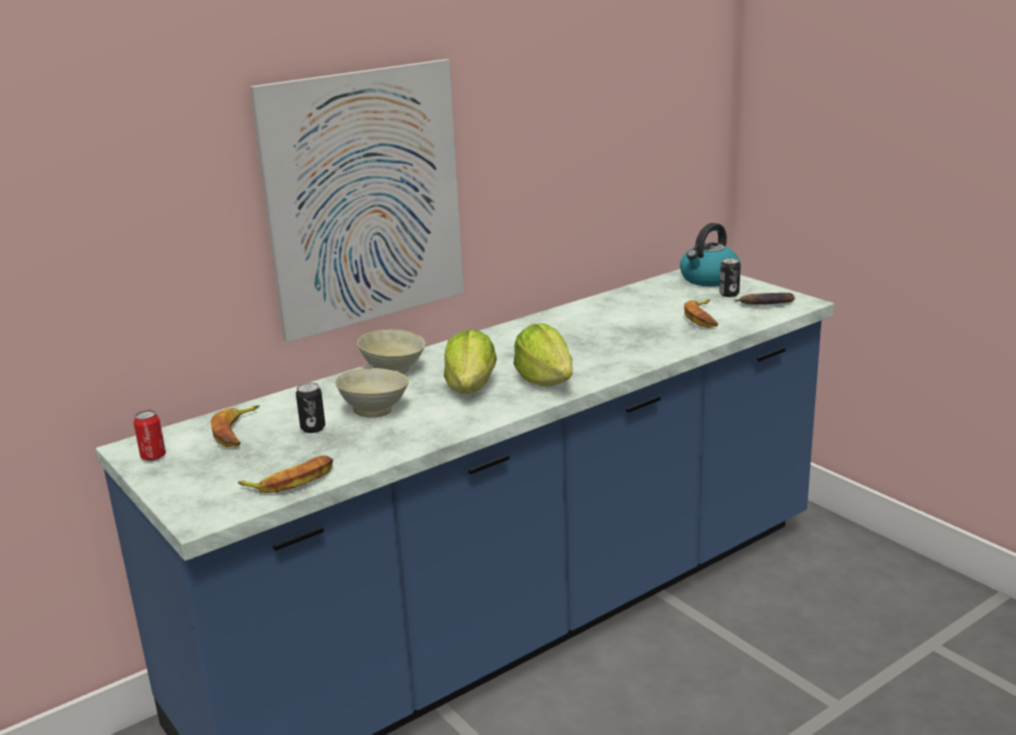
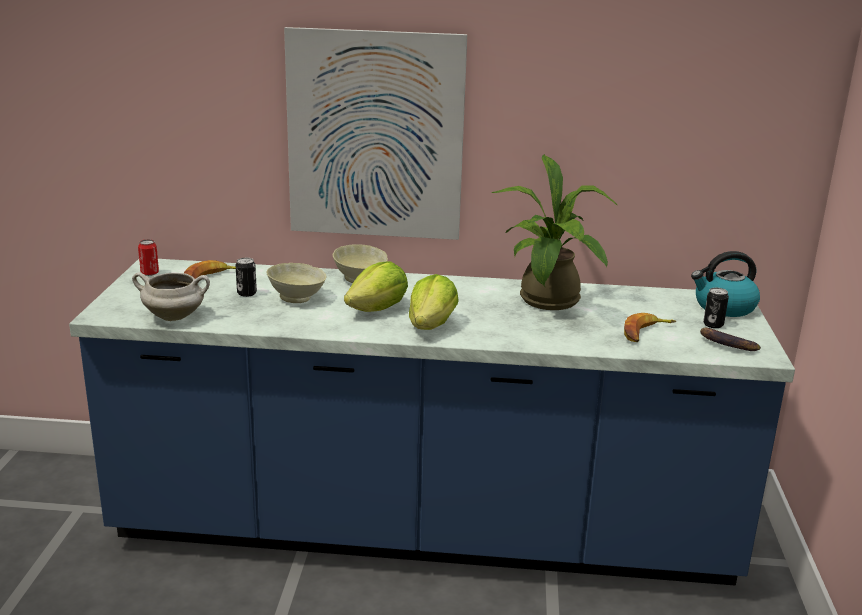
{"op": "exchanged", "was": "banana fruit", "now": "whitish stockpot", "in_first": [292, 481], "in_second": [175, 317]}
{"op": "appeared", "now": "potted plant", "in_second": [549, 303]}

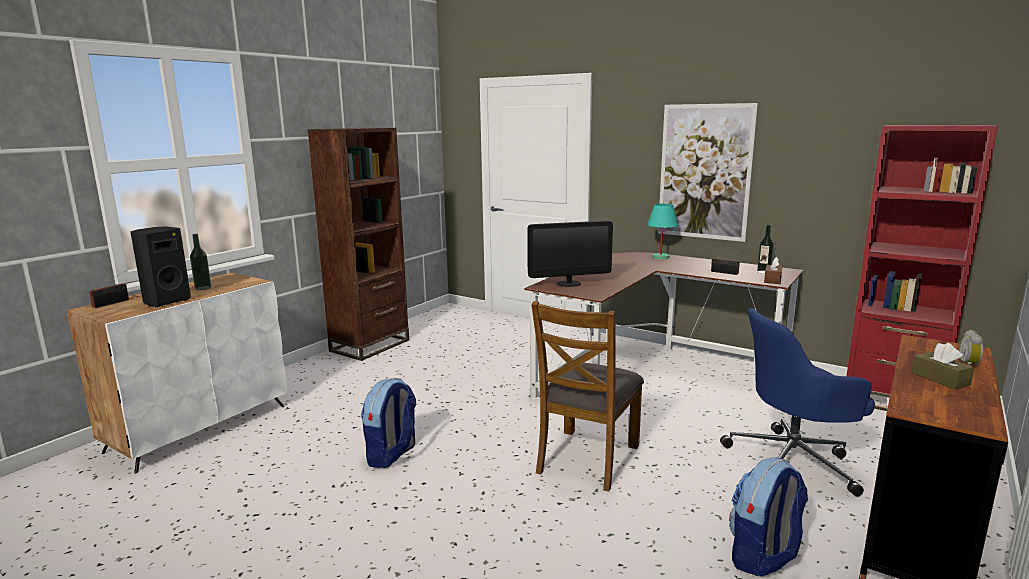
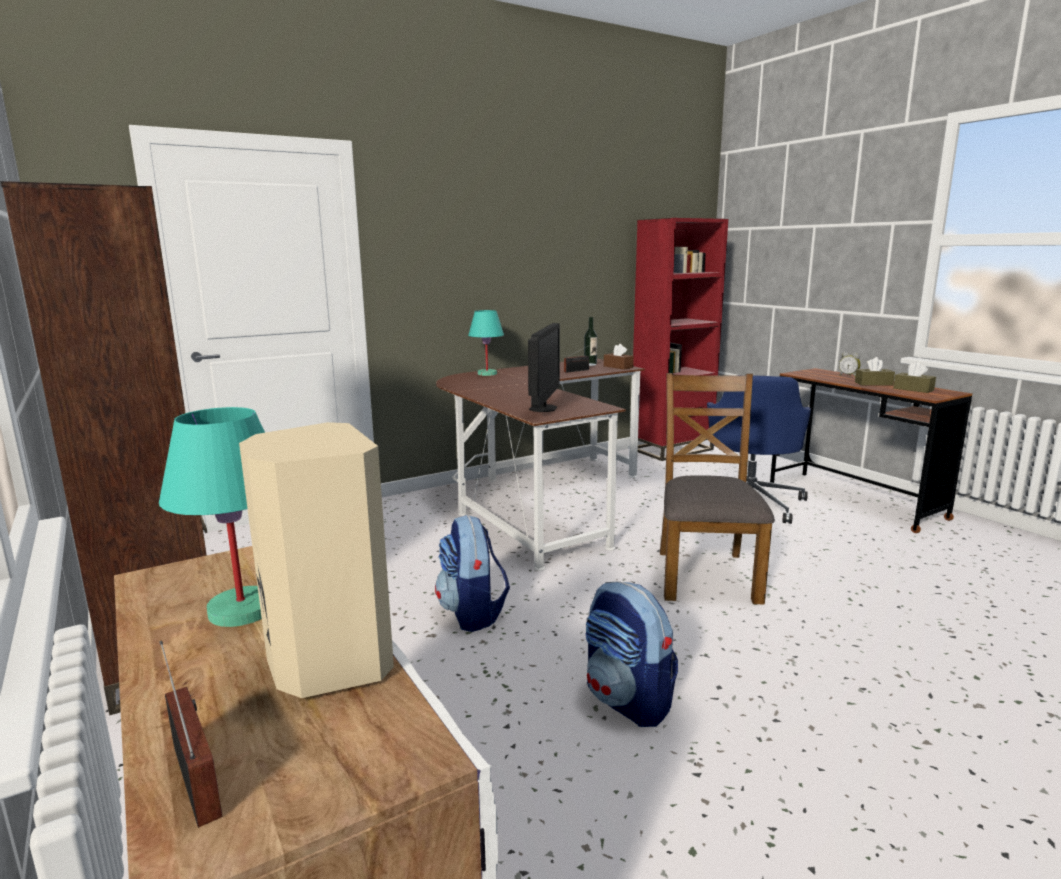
{"op": "missing", "was": "picture", "in_first": [705, 172]}
{"op": "colour", "was": "blackish audio speaker", "now": "beige-coloured audio speaker", "in_first": [166, 301], "in_second": [327, 663]}
{"op": "exchanged", "was": "drink bottle", "now": "turquoise tabletop lamp", "in_first": [203, 288], "in_second": [243, 610]}
{"op": "spun", "was": "brownish plain chair", "in_first": [587, 458], "in_second": [705, 575], "clockwise": -135}
{"op": "relocated", "was": "backpack", "in_first": [763, 557], "in_second": [472, 613]}
{"op": "appeared", "now": "brownish tissue box", "in_second": [913, 389]}

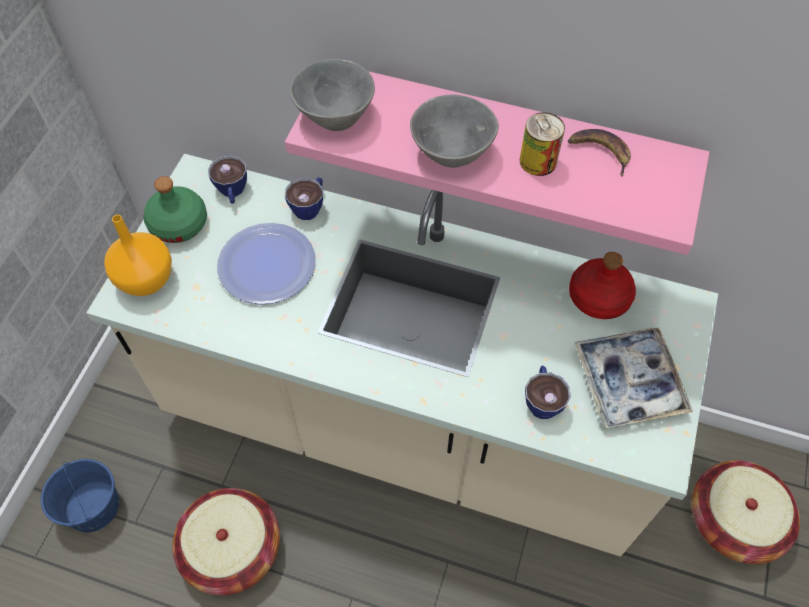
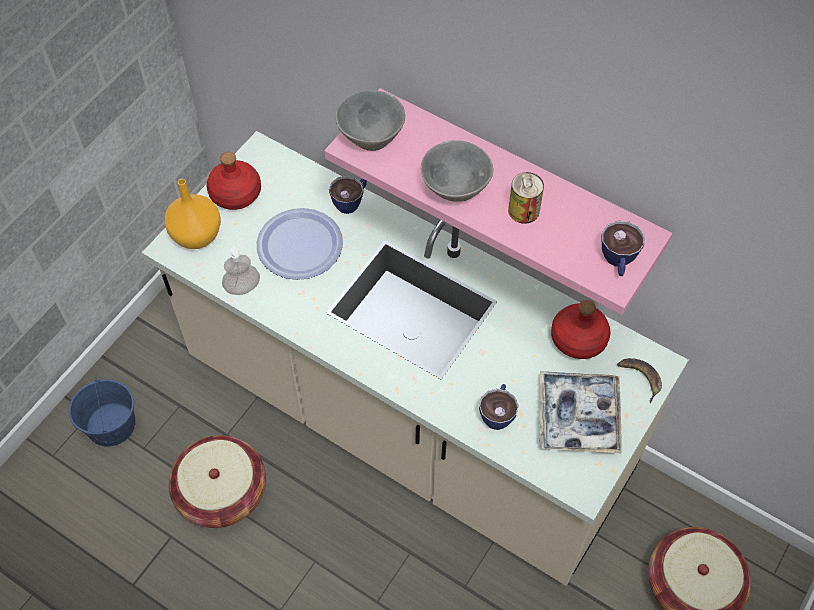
{"op": "relocated", "was": "banana fruit", "in_first": [599, 152], "in_second": [640, 378]}
{"op": "relocated", "was": "cup", "in_first": [232, 193], "in_second": [618, 262]}
{"op": "colour", "was": "green drink bottle", "now": "red-coloured drink bottle", "in_first": [179, 223], "in_second": [236, 193]}
{"op": "appeared", "now": "soap bottle", "in_second": [242, 287]}

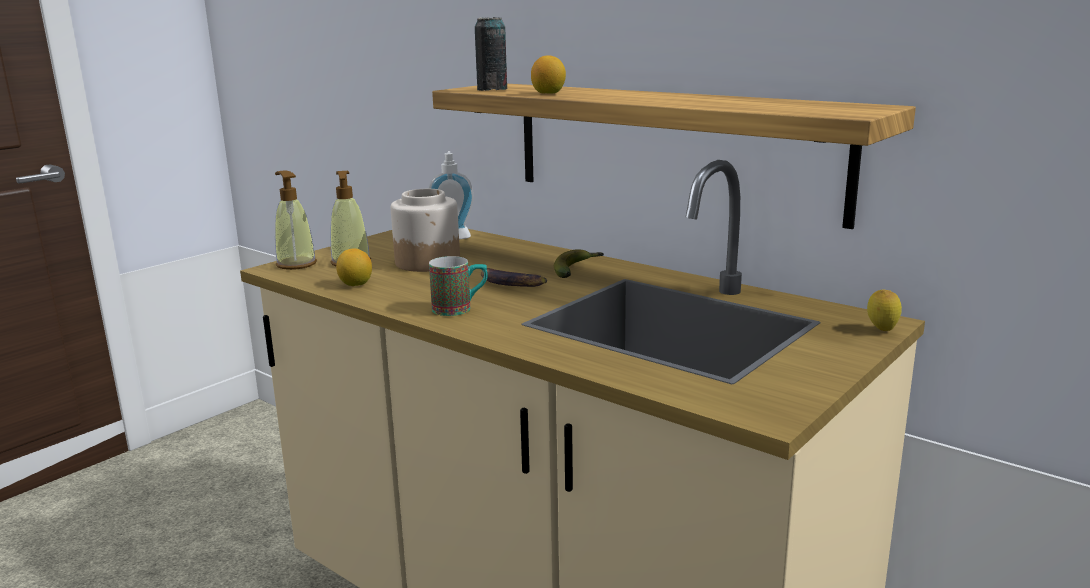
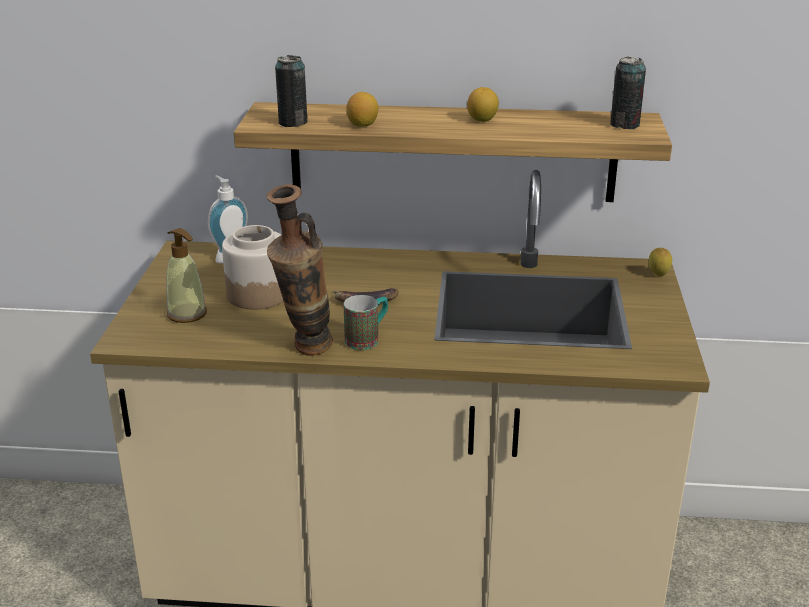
{"op": "missing", "was": "soap bottle", "in_first": [296, 264]}
{"op": "relocated", "was": "whole lemon", "in_first": [356, 284], "in_second": [482, 120]}
{"op": "missing", "was": "banana fruit", "in_first": [577, 270]}
{"op": "appeared", "now": "can", "in_second": [624, 125]}
{"op": "appeared", "now": "decorative vase", "in_second": [304, 352]}

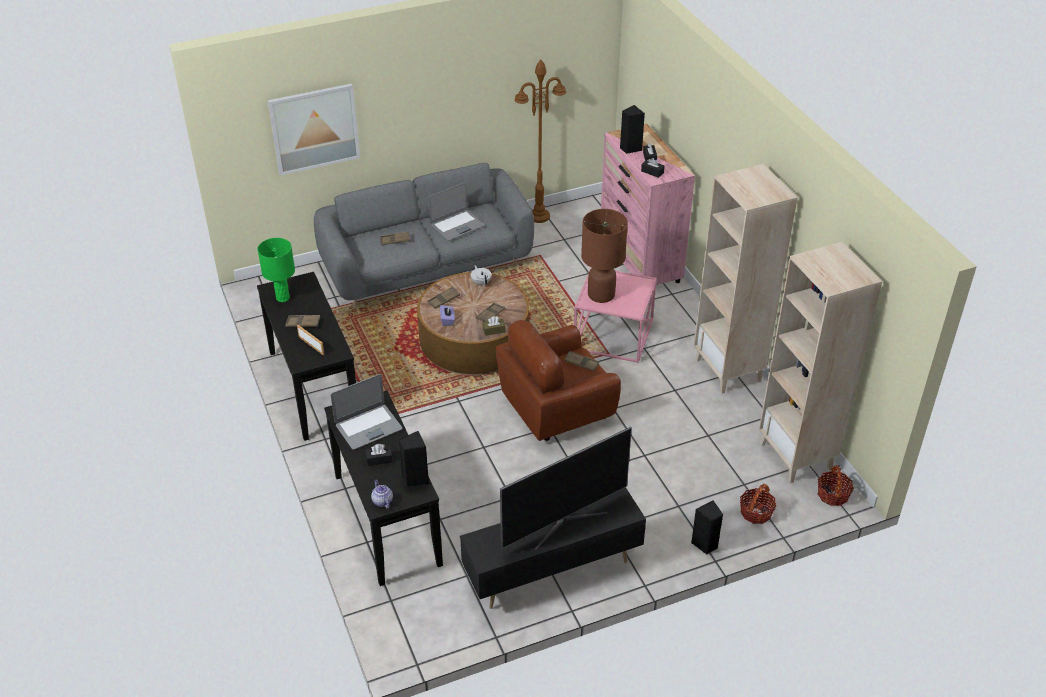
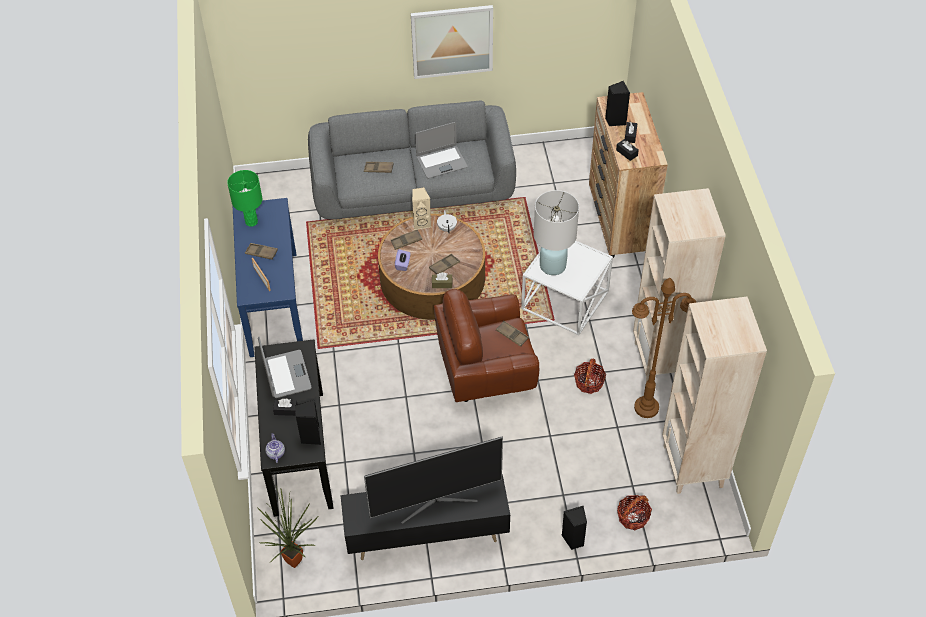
{"op": "relocated", "was": "brownish standard lamp", "in_first": [539, 216], "in_second": [646, 407]}
{"op": "relocated", "was": "picture", "in_first": [314, 128], "in_second": [452, 41]}
{"op": "colour", "was": "pink chest of drawers", "now": "brownish chest of drawers", "in_first": [640, 261], "in_second": [619, 222]}
{"op": "colour", "was": "brownish tabletop lamp", "now": "whitish tabletop lamp", "in_first": [601, 295], "in_second": [553, 266]}
{"op": "colour", "was": "pink side table", "now": "whitish side table", "in_first": [614, 335], "in_second": [565, 300]}
{"op": "colour", "was": "blackish console table", "now": "blue-coloured console table", "in_first": [313, 387], "in_second": [273, 303]}
{"op": "spun", "was": "portable computer", "in_first": [368, 427], "in_second": [286, 375], "clockwise": -90}
{"op": "relocated", "was": "household basket", "in_first": [832, 495], "in_second": [589, 382]}
{"op": "appeared", "now": "beige-coloured audio speaker", "in_second": [421, 223]}
{"op": "appeared", "now": "potted plant", "in_second": [296, 559]}

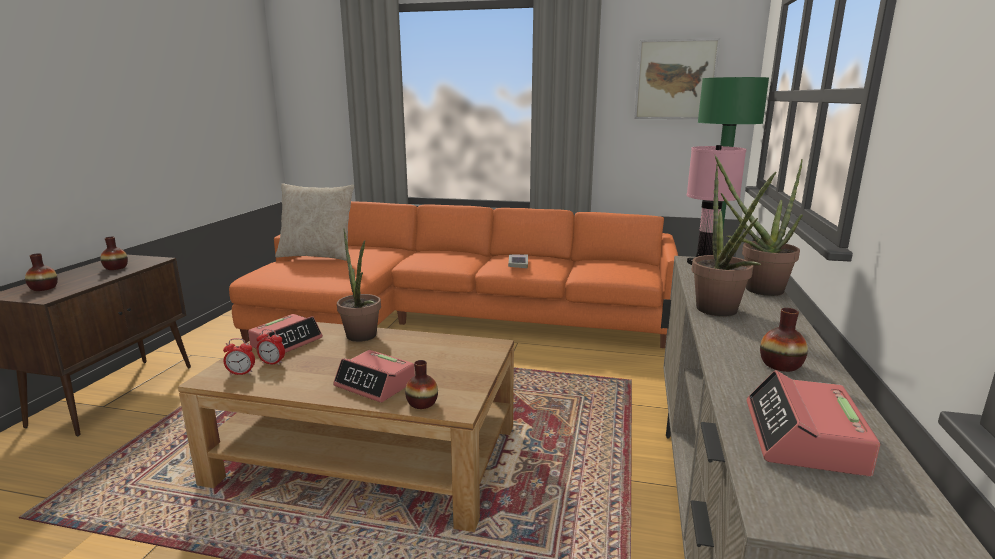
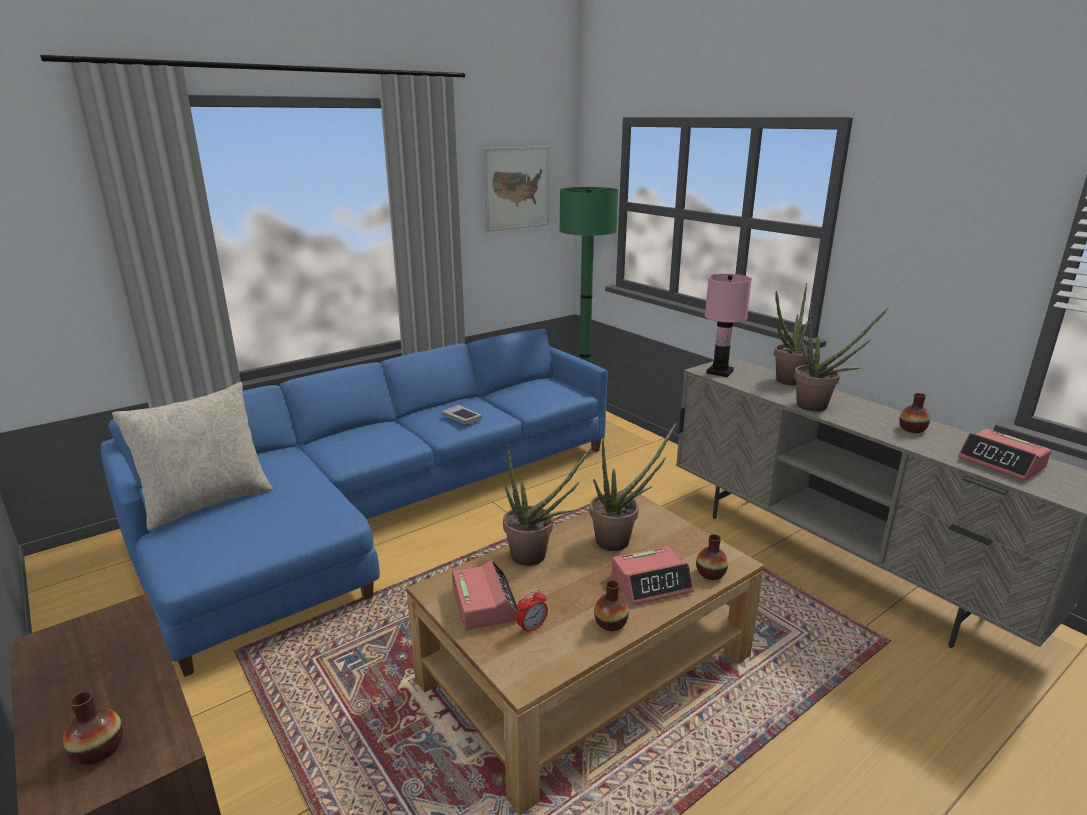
{"op": "colour", "was": "orange-coloured settee", "now": "blue-coloured settee", "in_first": [448, 317], "in_second": [377, 509]}
{"op": "relocated", "was": "decorative vase", "in_first": [116, 268], "in_second": [610, 623]}
{"op": "missing", "was": "table clock", "in_first": [241, 373]}
{"op": "appeared", "now": "potted plant", "in_second": [620, 540]}

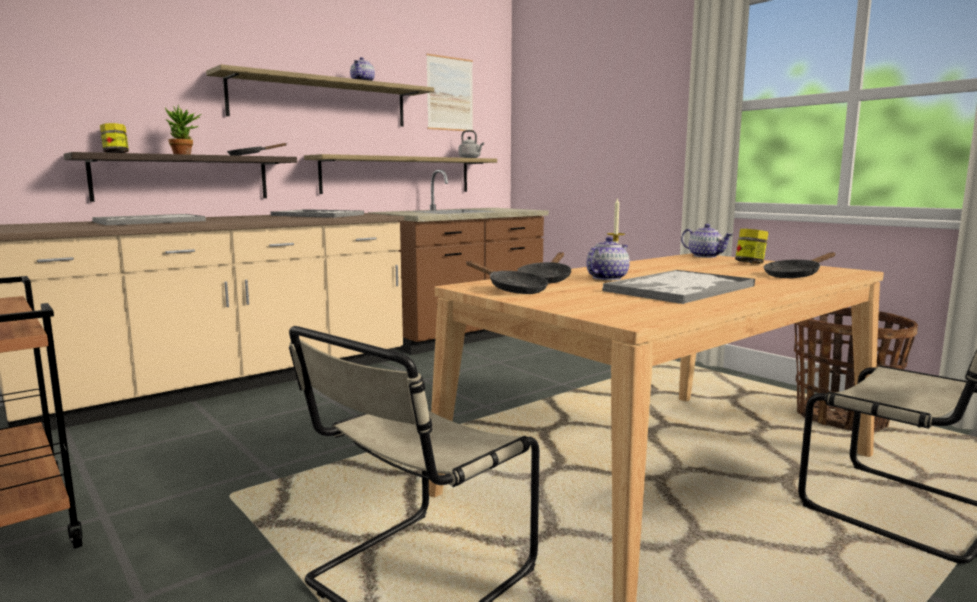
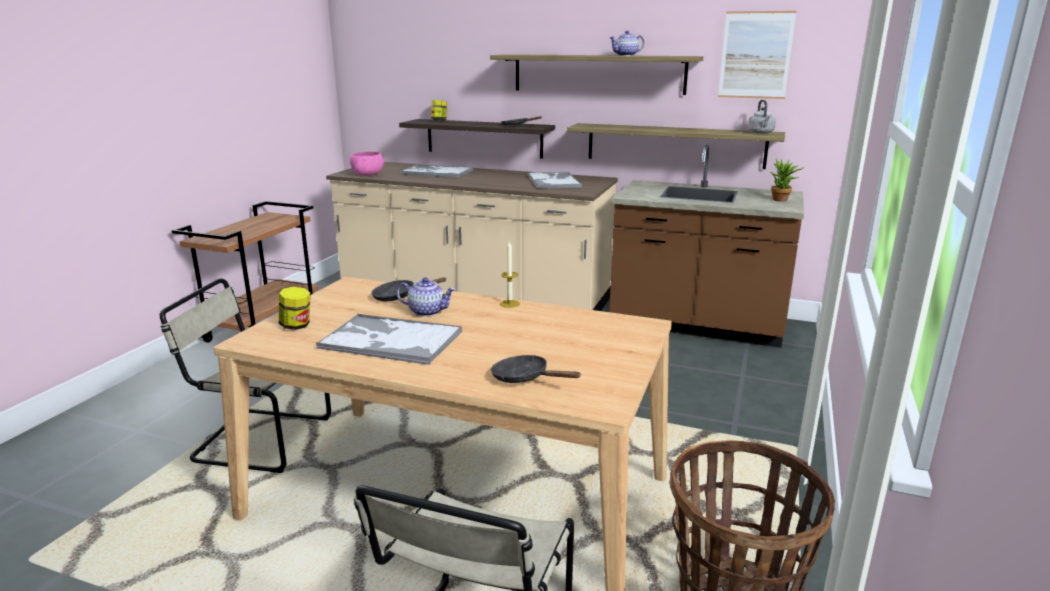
{"op": "relocated", "was": "potted plant", "in_first": [185, 154], "in_second": [782, 200]}
{"op": "missing", "was": "teapot", "in_first": [705, 256]}
{"op": "relocated", "was": "preserve jar", "in_first": [750, 263], "in_second": [296, 326]}
{"op": "missing", "was": "blackish pan", "in_first": [512, 290]}
{"op": "appeared", "now": "pink deep dish", "in_second": [368, 174]}

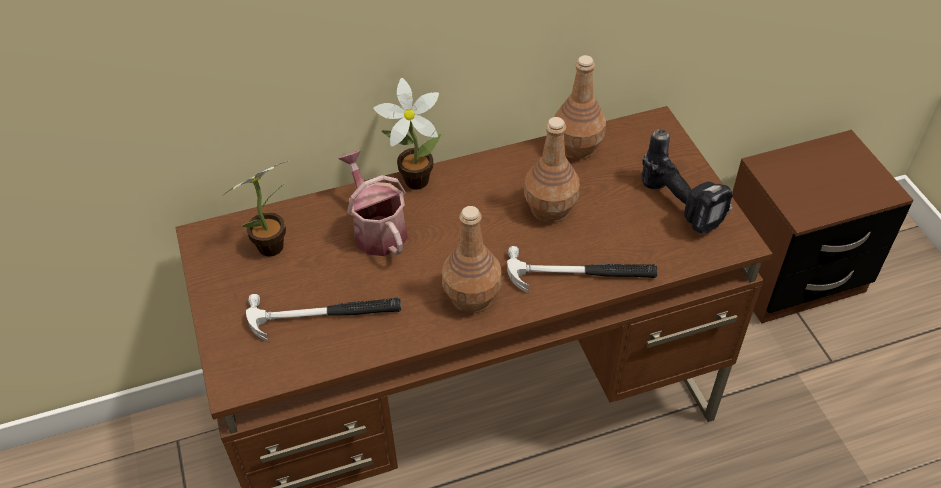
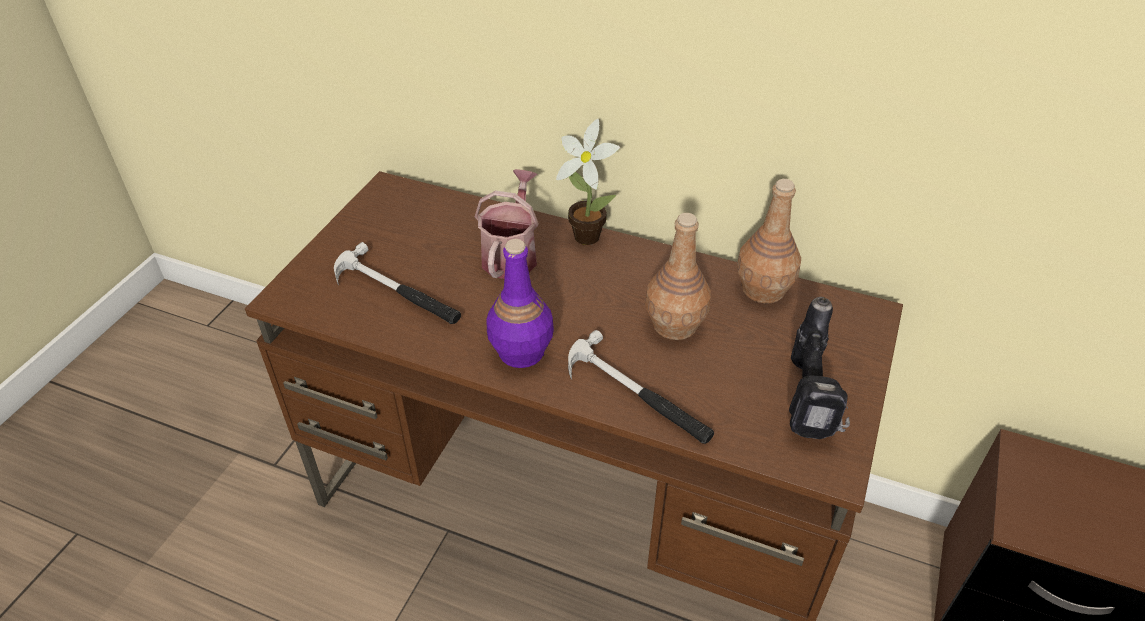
{"op": "missing", "was": "potted plant", "in_first": [275, 245]}
{"op": "colour", "was": "brownish drink bottle", "now": "purplish drink bottle", "in_first": [472, 297], "in_second": [521, 352]}

